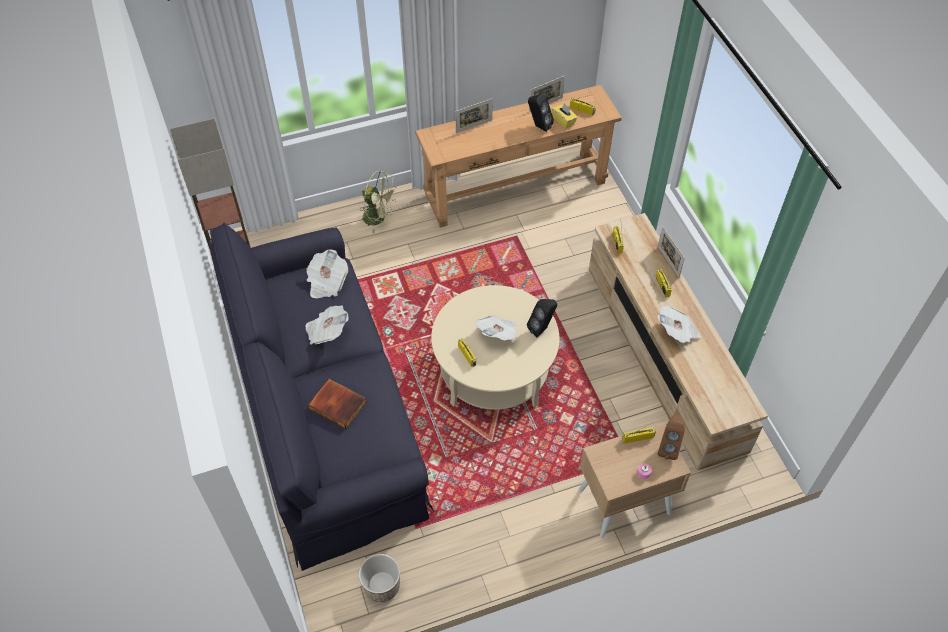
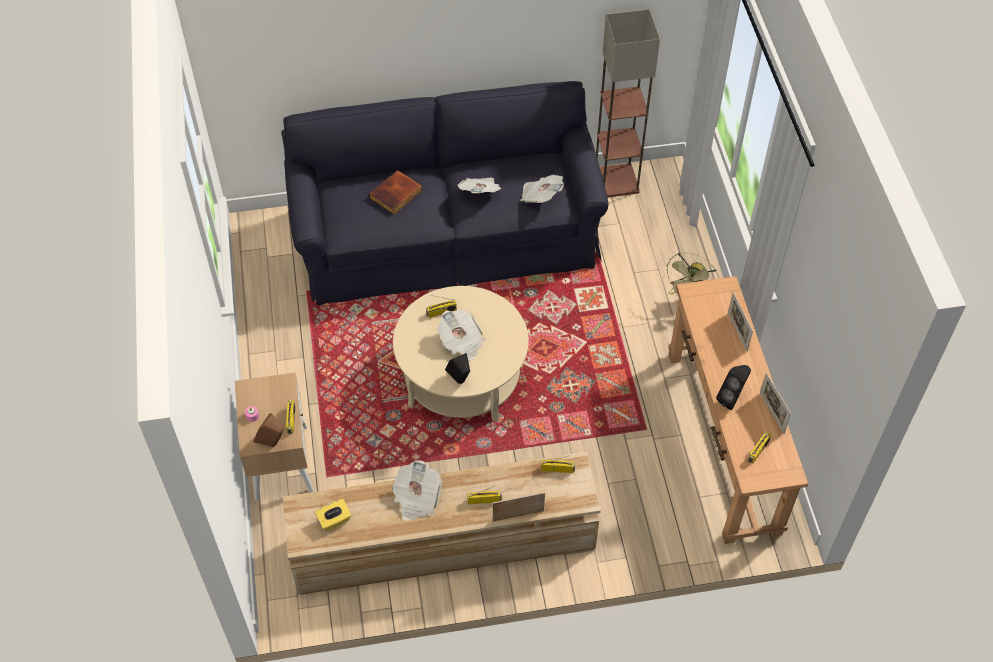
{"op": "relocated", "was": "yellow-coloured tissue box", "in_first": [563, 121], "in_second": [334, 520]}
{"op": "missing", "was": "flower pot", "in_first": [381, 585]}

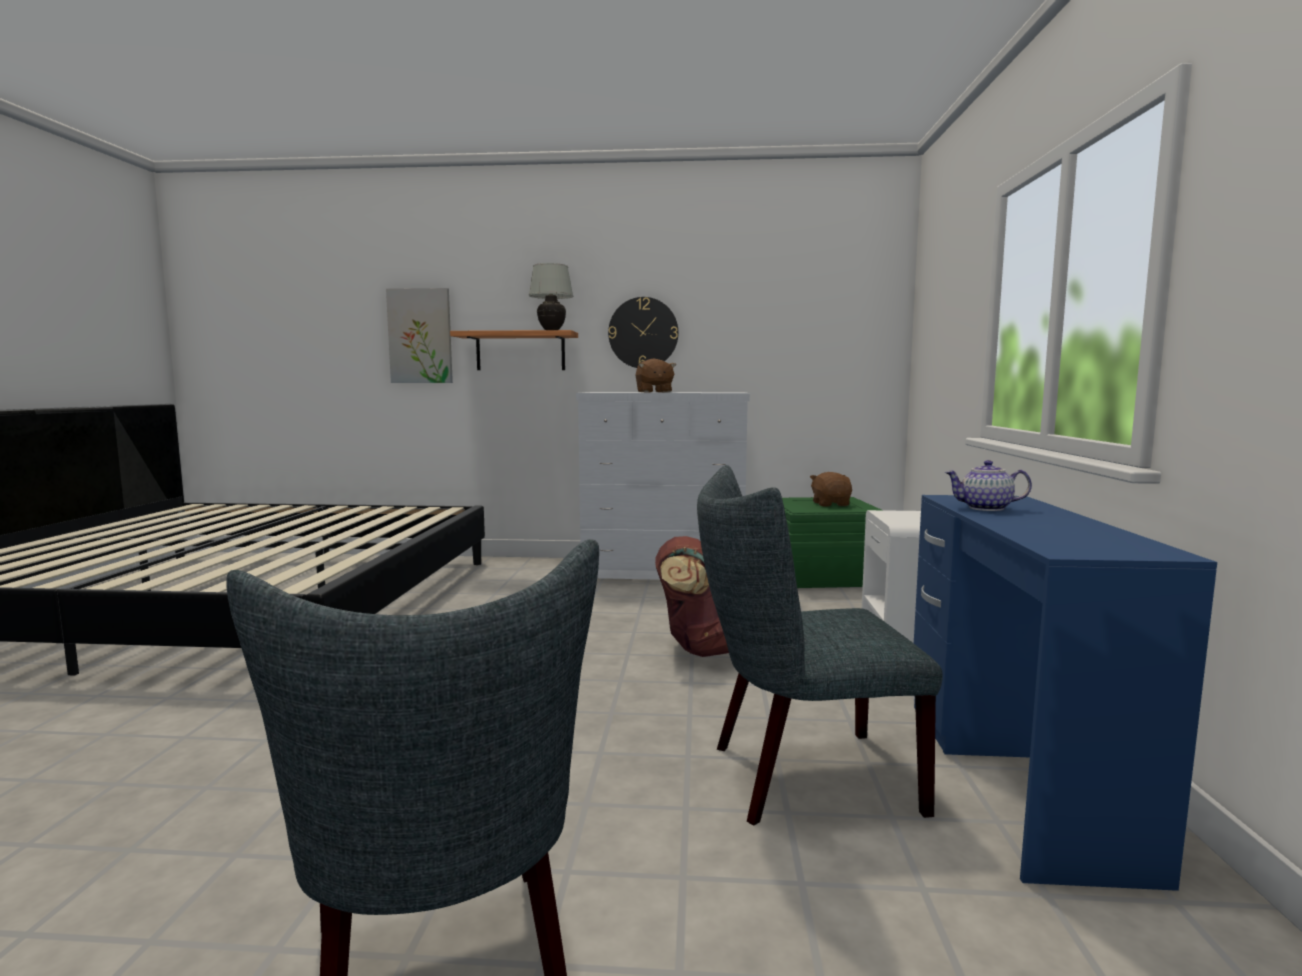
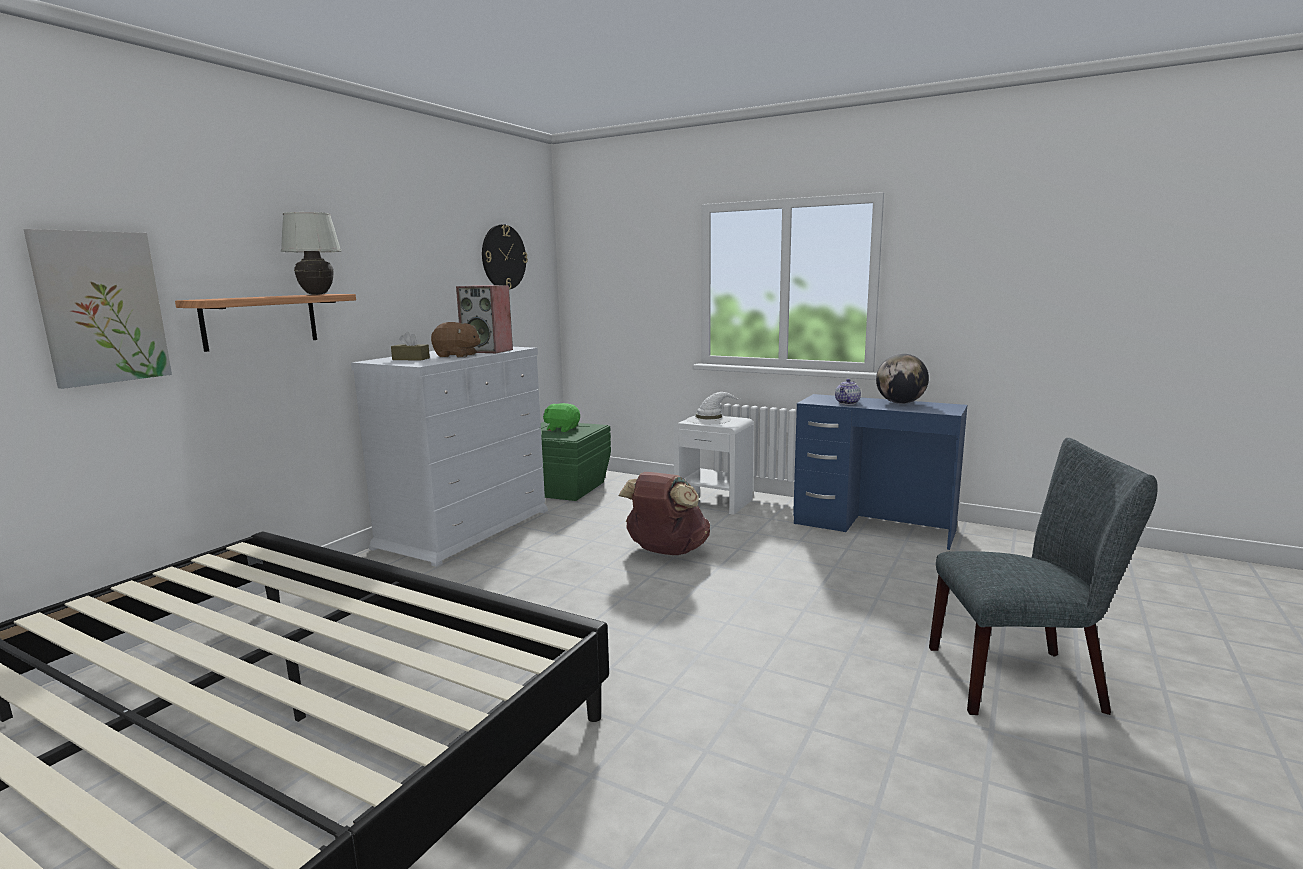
{"op": "relocated", "was": "clock on the wall", "in_first": [643, 333], "in_second": [503, 257]}
{"op": "missing", "was": "greyish plain chair", "in_first": [800, 778]}
{"op": "colour", "was": "brownish plush toy", "now": "green plush toy", "in_first": [831, 504], "in_second": [562, 429]}
{"op": "appeared", "now": "audio speaker", "in_second": [488, 351]}
{"op": "appeared", "now": "brownish tissue box", "in_second": [411, 359]}
{"op": "appeared", "now": "world globe", "in_second": [900, 403]}
{"op": "appeared", "now": "whitish hat", "in_second": [709, 419]}

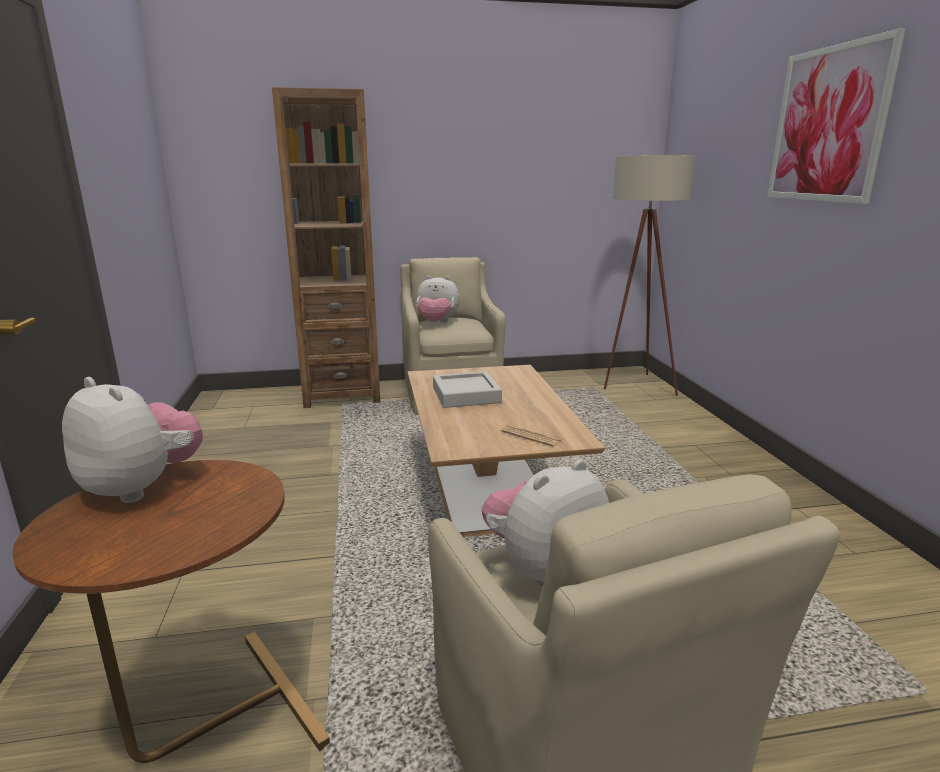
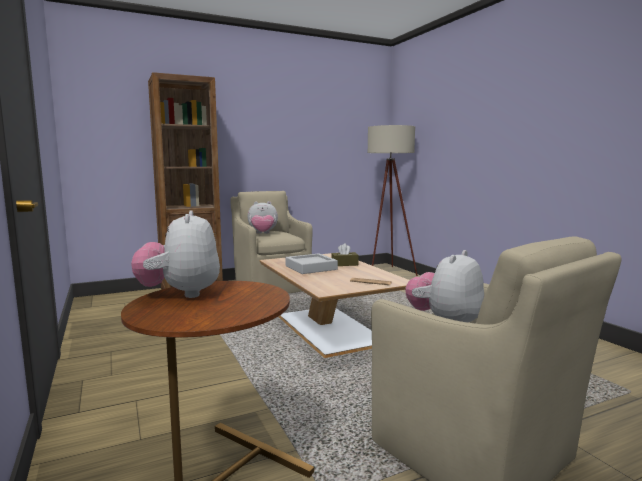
{"op": "missing", "was": "picture", "in_first": [828, 125]}
{"op": "spun", "was": "plush toy", "in_first": [142, 487], "in_second": [181, 294], "clockwise": -120}
{"op": "appeared", "now": "brownish tissue box", "in_second": [344, 264]}

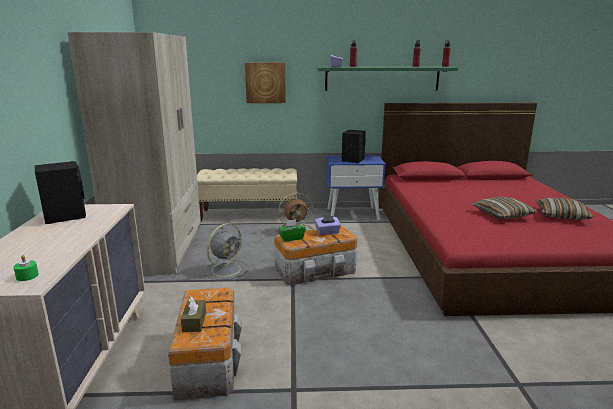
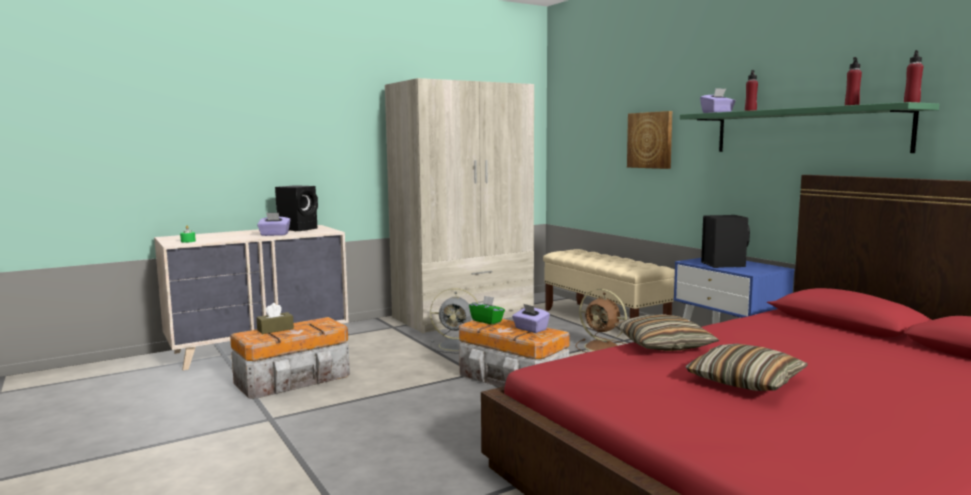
{"op": "relocated", "was": "pillow", "in_first": [561, 215], "in_second": [663, 345]}
{"op": "appeared", "now": "purplish tissue box", "in_second": [274, 234]}

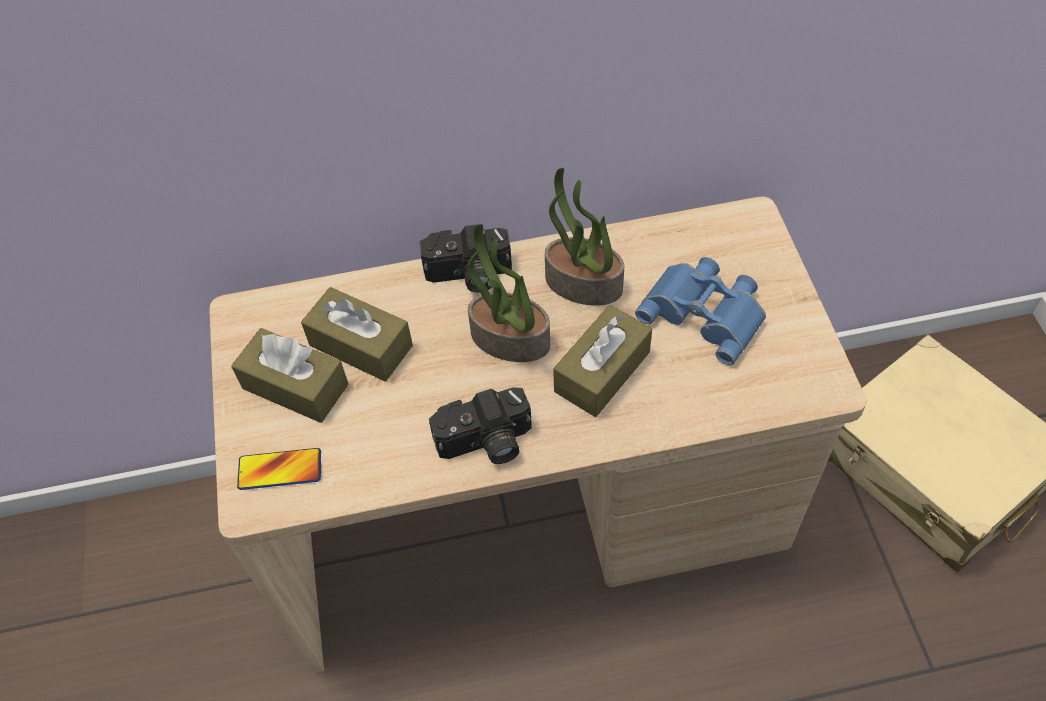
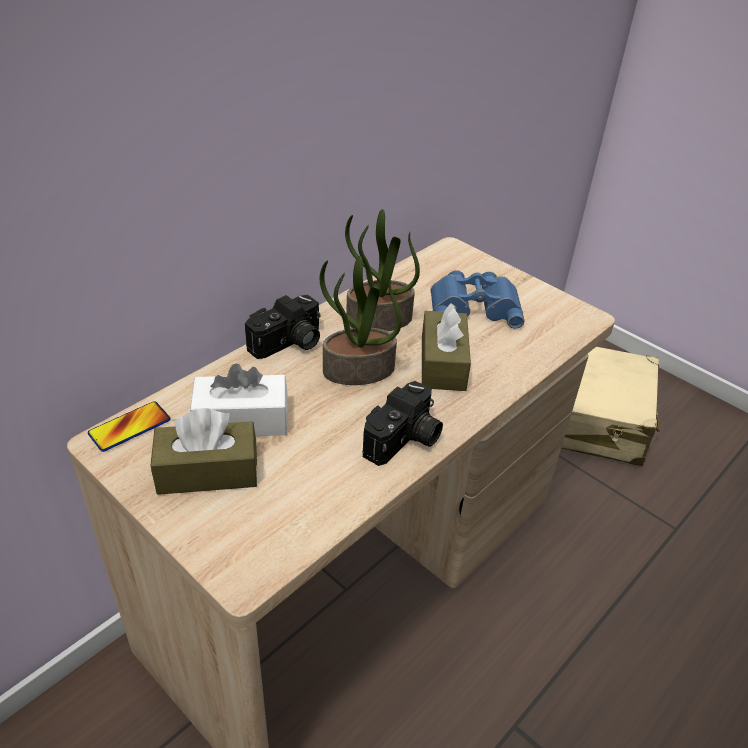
{"op": "colour", "was": "brownish tissue box", "now": "whitish tissue box", "in_first": [361, 345], "in_second": [241, 420]}
{"op": "relocated", "was": "telephone", "in_first": [280, 469], "in_second": [130, 427]}

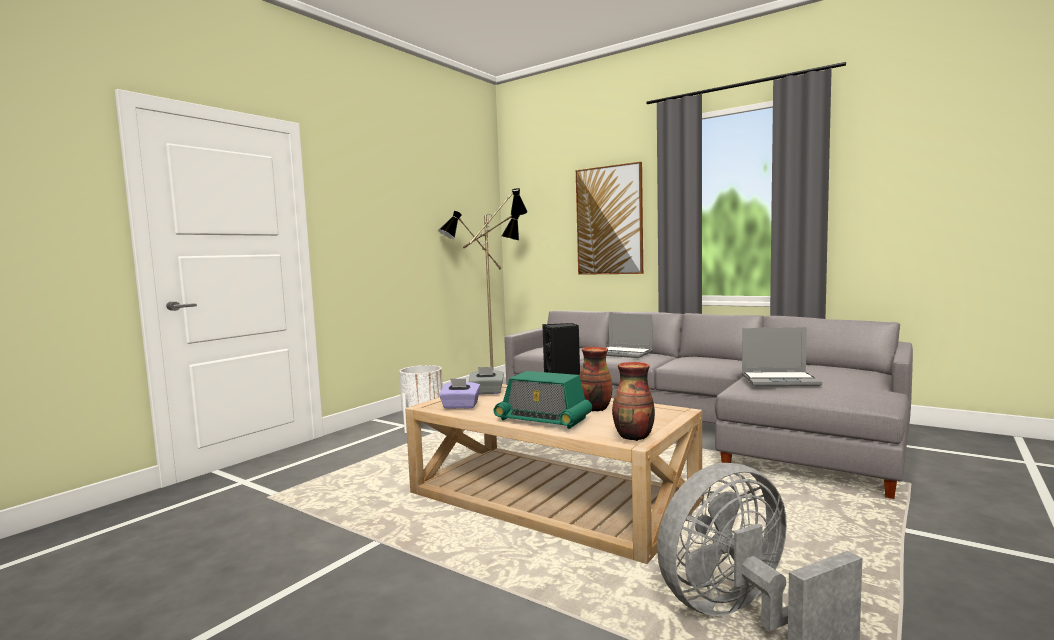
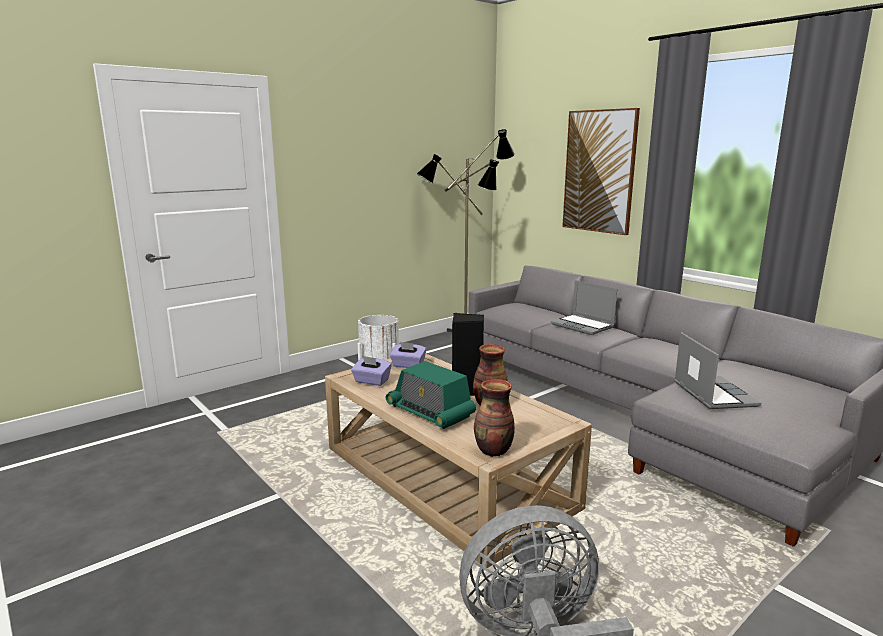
{"op": "spun", "was": "portable computer", "in_first": [780, 380], "in_second": [712, 394], "clockwise": -120}
{"op": "colour", "was": "greyish tissue box", "now": "purplish tissue box", "in_first": [486, 392], "in_second": [408, 365]}

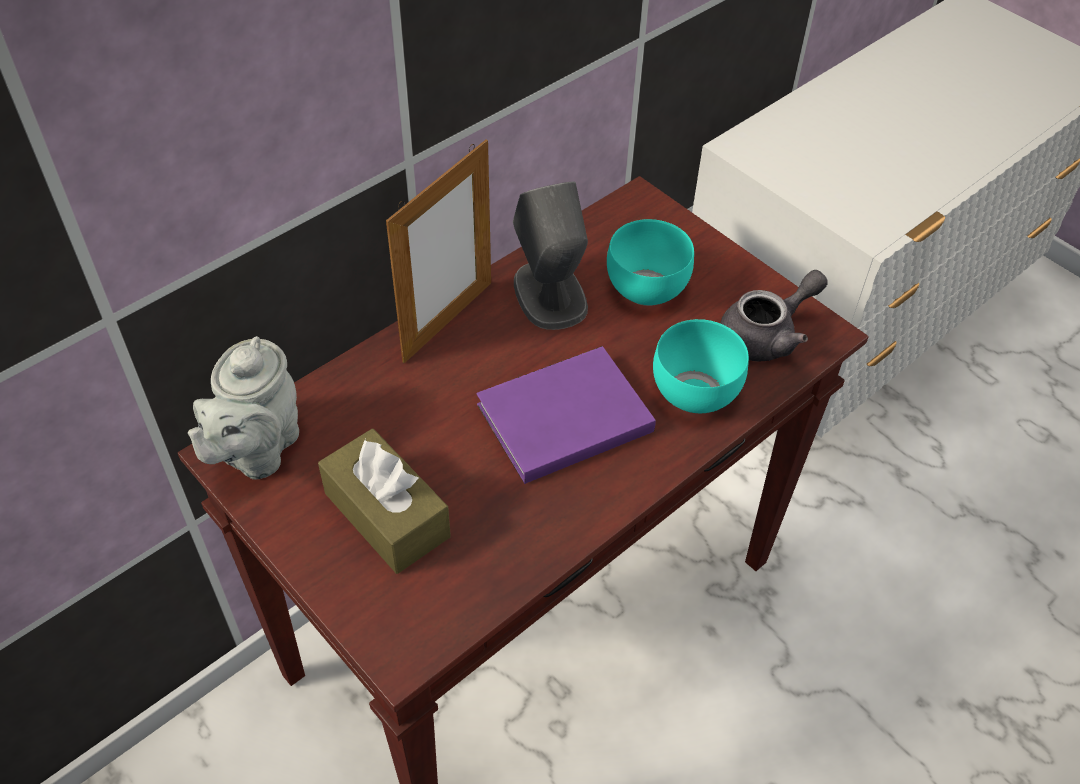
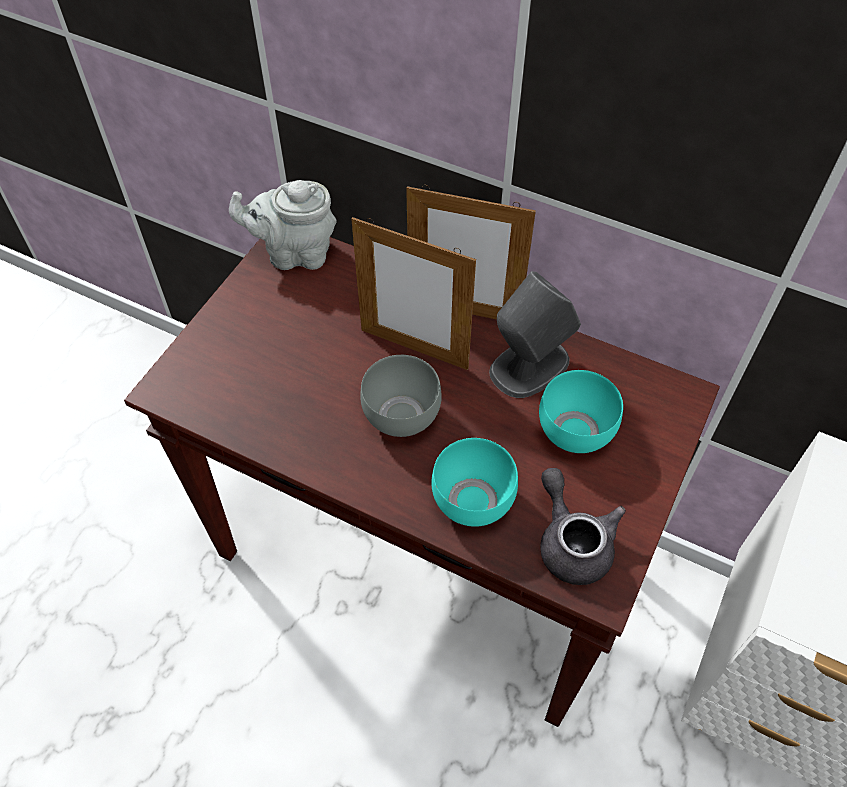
{"op": "spun", "was": "greyish teapot", "in_first": [767, 335], "in_second": [572, 542], "clockwise": -150}
{"op": "exchanged", "was": "purplish volume", "now": "greyish deep dish", "in_first": [559, 418], "in_second": [401, 413]}
{"op": "missing", "was": "brownish tissue box", "in_first": [387, 515]}
{"op": "appeared", "now": "photo frame", "in_second": [414, 349]}

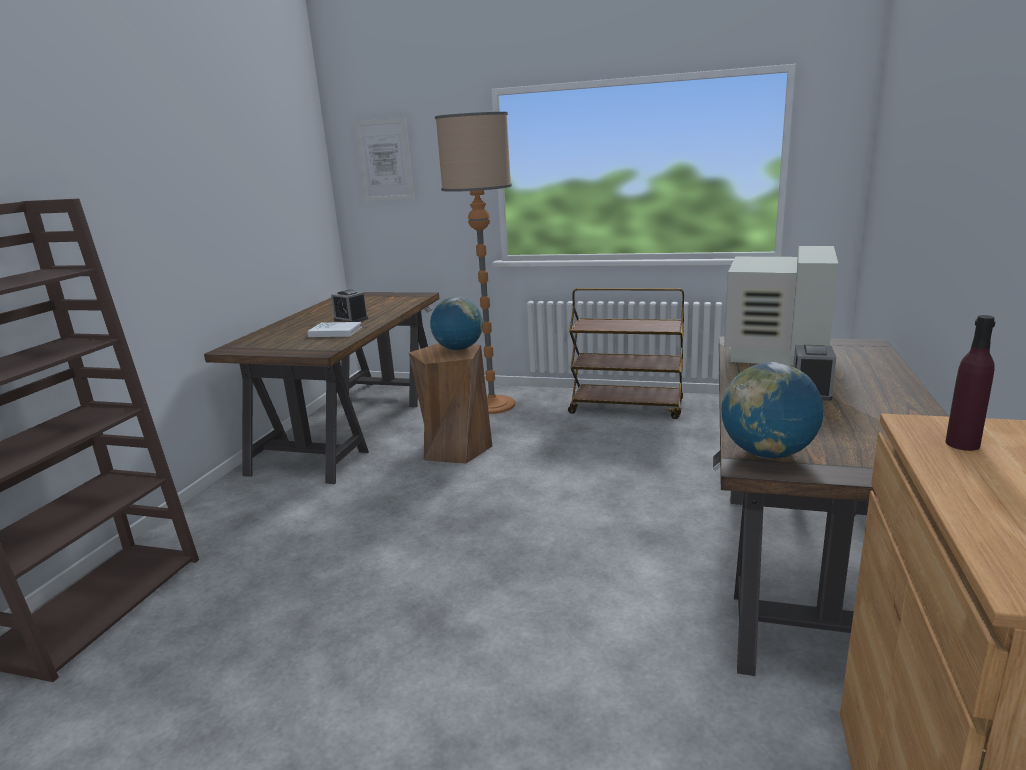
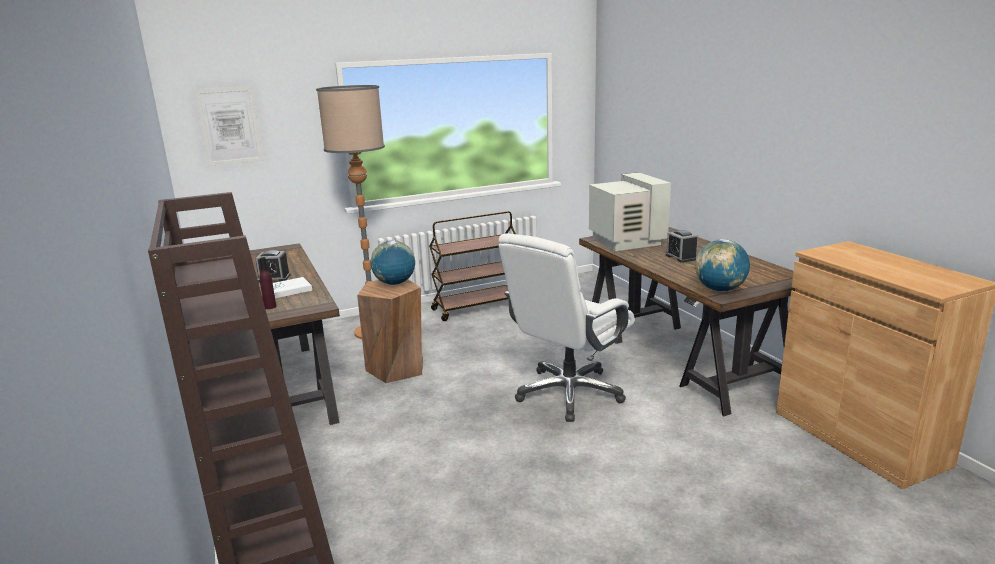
{"op": "relocated", "was": "purplish drink bottle", "in_first": [962, 444], "in_second": [270, 307]}
{"op": "appeared", "now": "whitish office chair", "in_second": [569, 393]}

